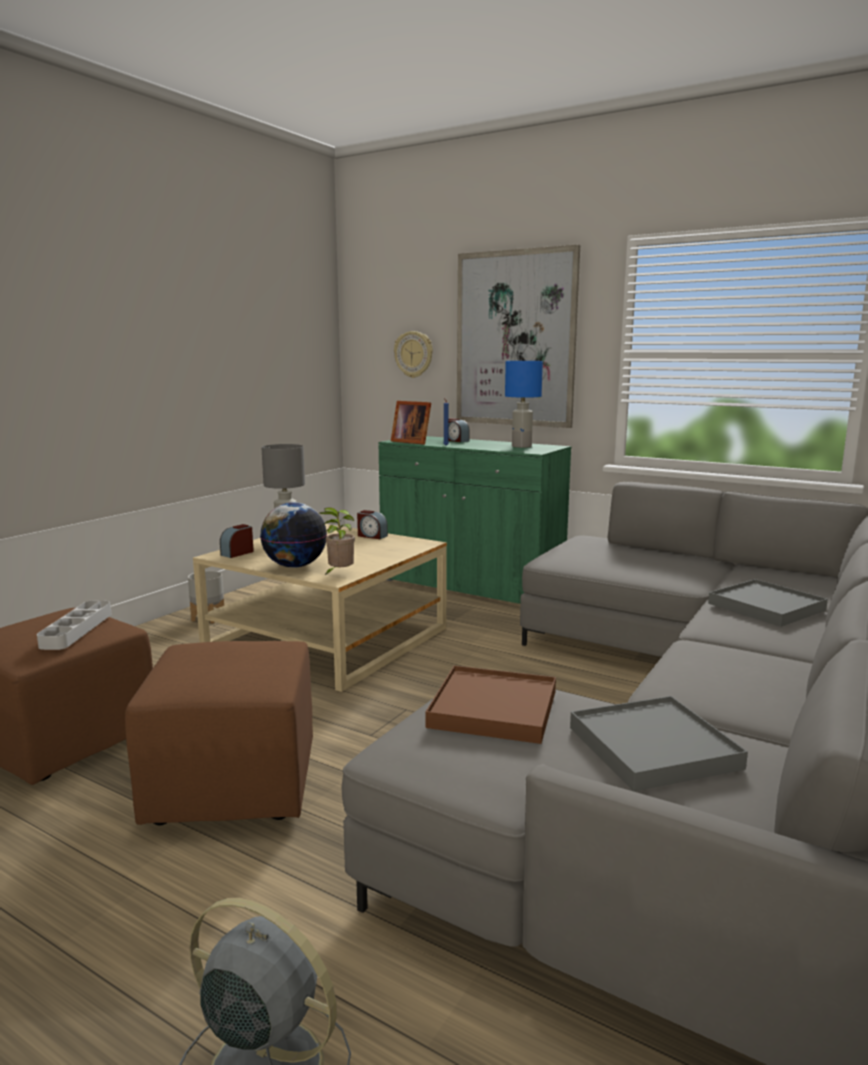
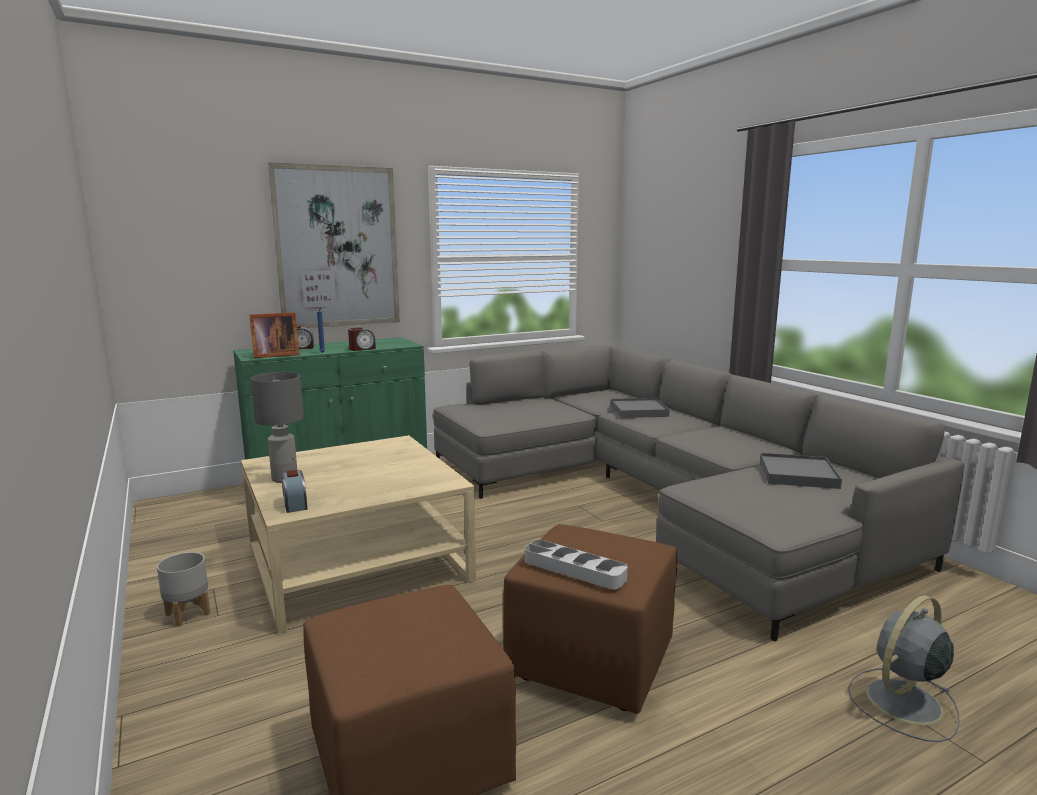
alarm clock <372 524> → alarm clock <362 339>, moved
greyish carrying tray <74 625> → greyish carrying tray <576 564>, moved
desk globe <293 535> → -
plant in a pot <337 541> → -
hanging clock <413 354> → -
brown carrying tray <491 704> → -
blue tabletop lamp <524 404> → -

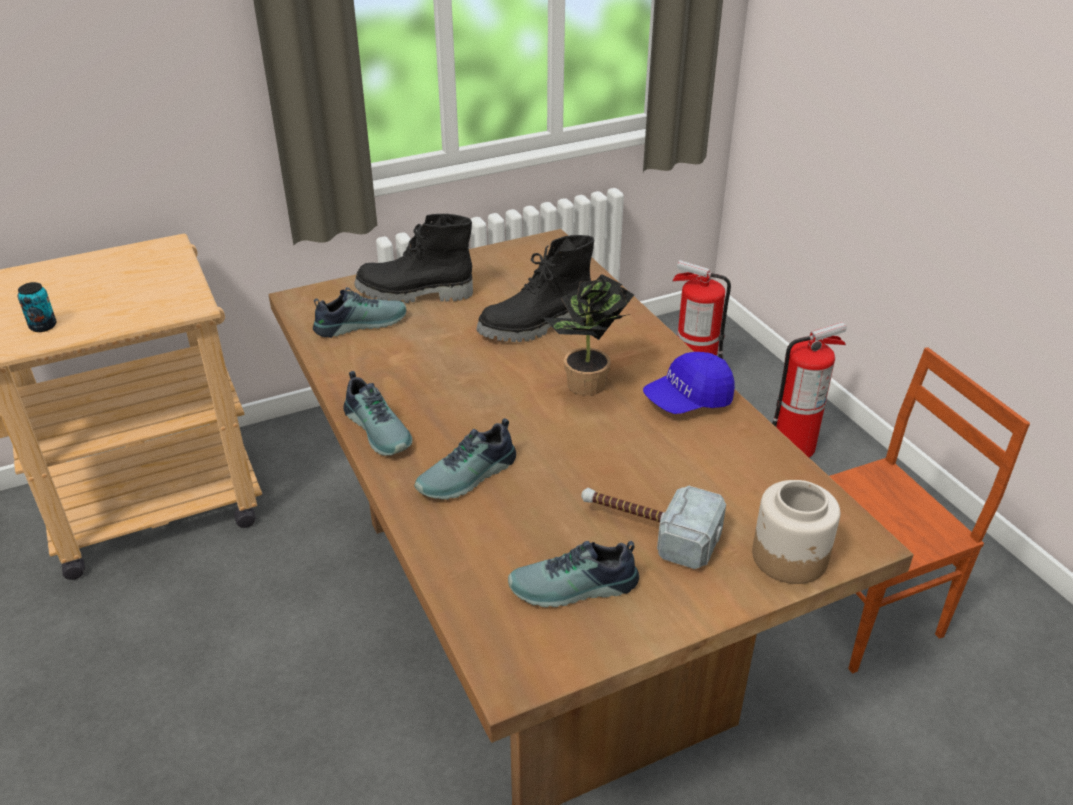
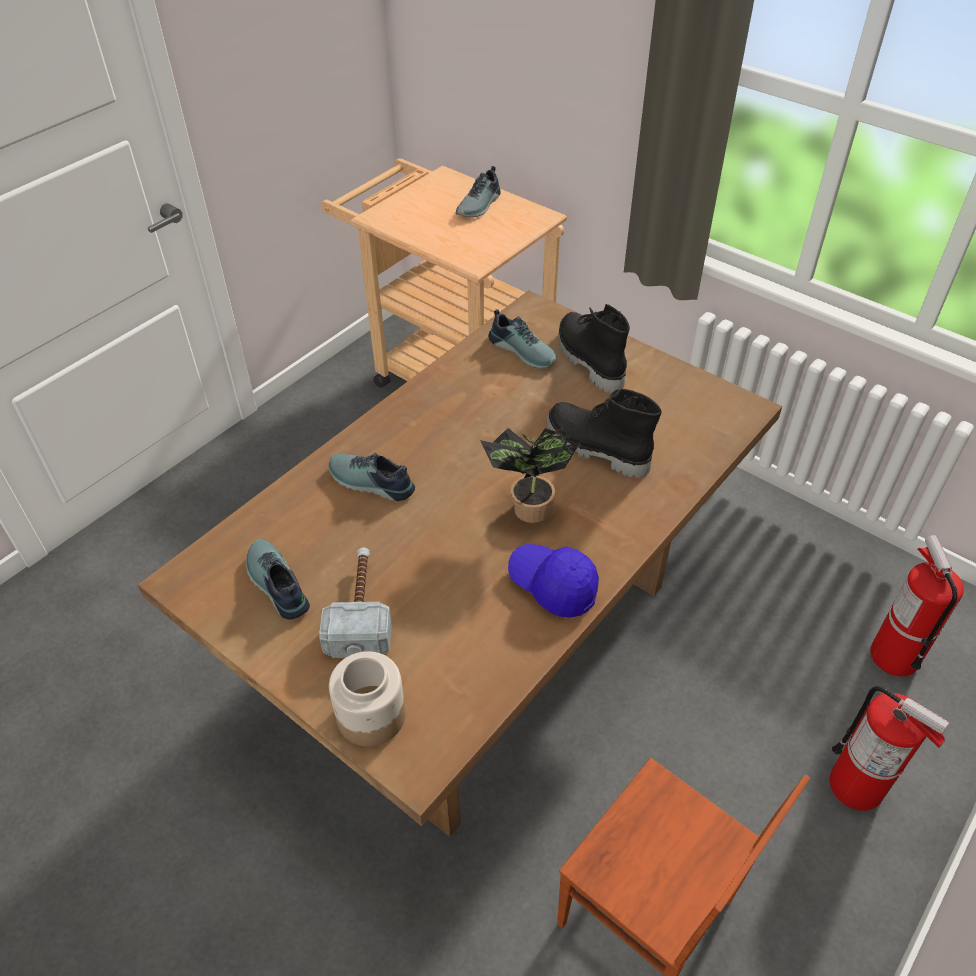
shoe <378 413> → shoe <478 191>, moved
sealed can <37 307> → -

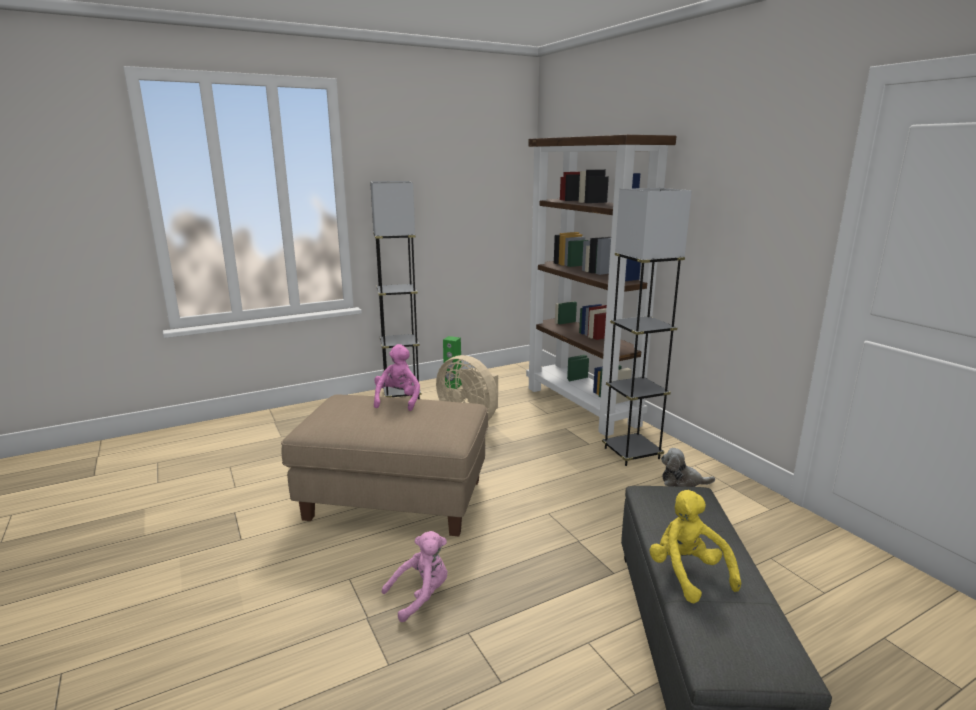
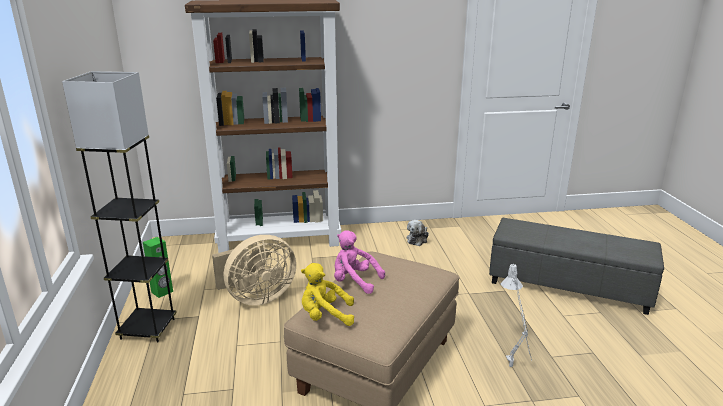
yellow plush toy <695 546> → yellow plush toy <327 294>, moved
pink plush toy <415 576> → greyish tabletop lamp <516 315>
greyish floor lamp <647 327> → -

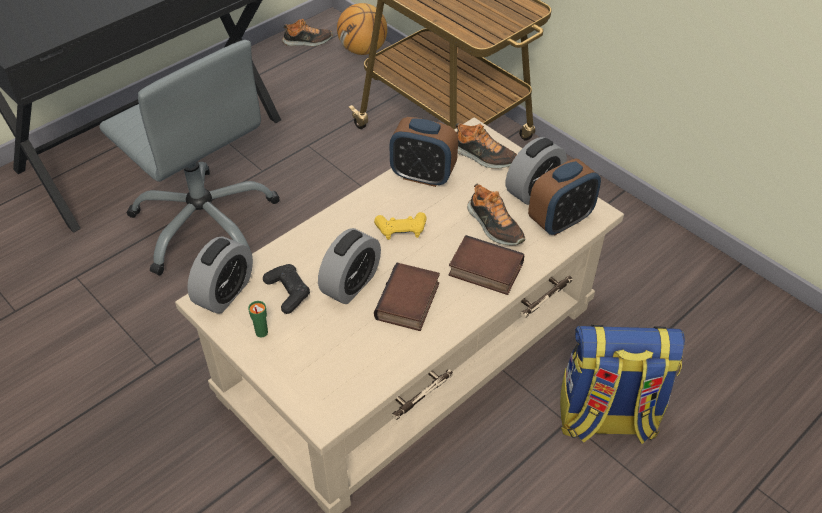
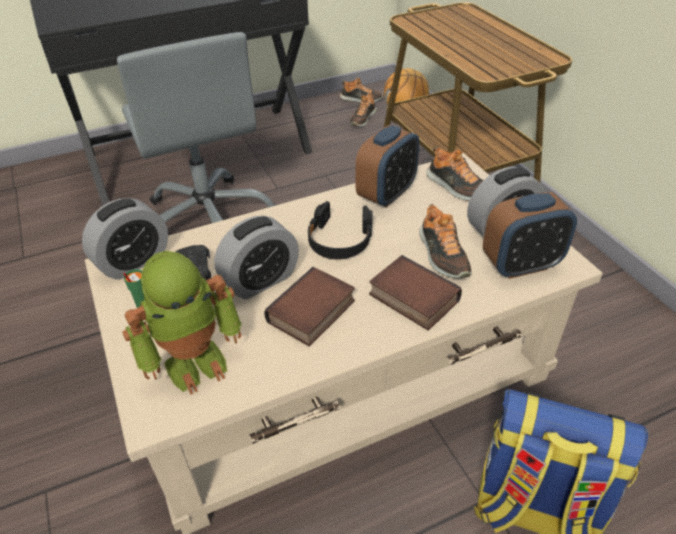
- → robot figure <182 322>
yellow game controller <400 226> → blackish headset <340 230>
- → shoe <363 110>
alarm clock <424 152> → alarm clock <387 166>, 90 degrees counterclockwise

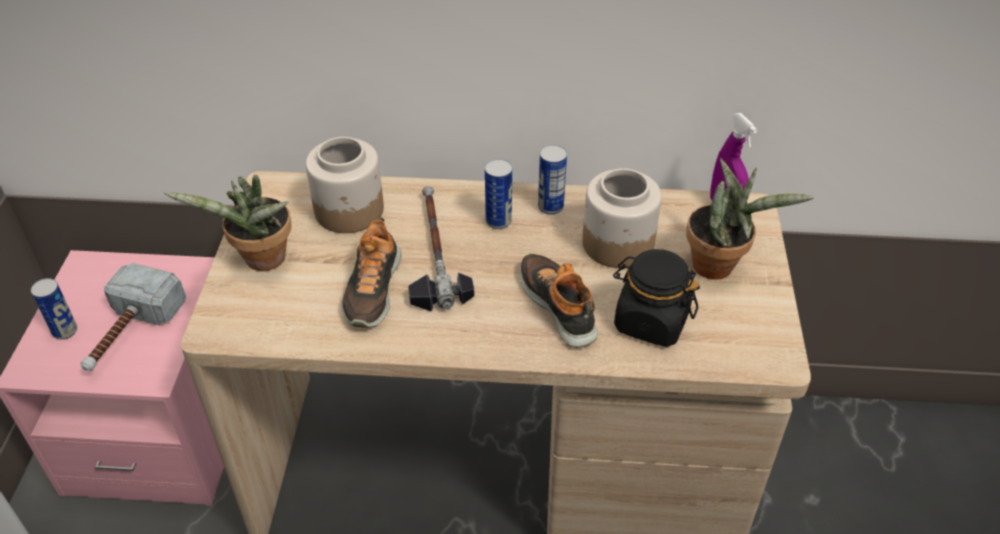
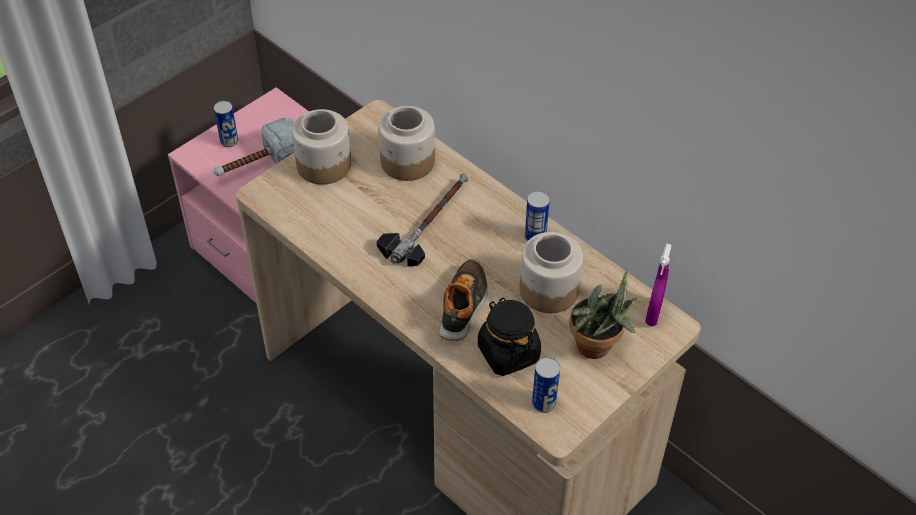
plant in a pot <227 223> → preserve jar <321 147>
sealed can <498 194> → sealed can <546 385>, moved
shoe <372 273> → -

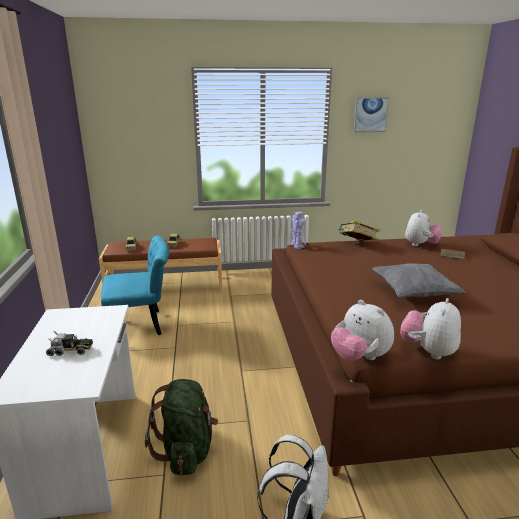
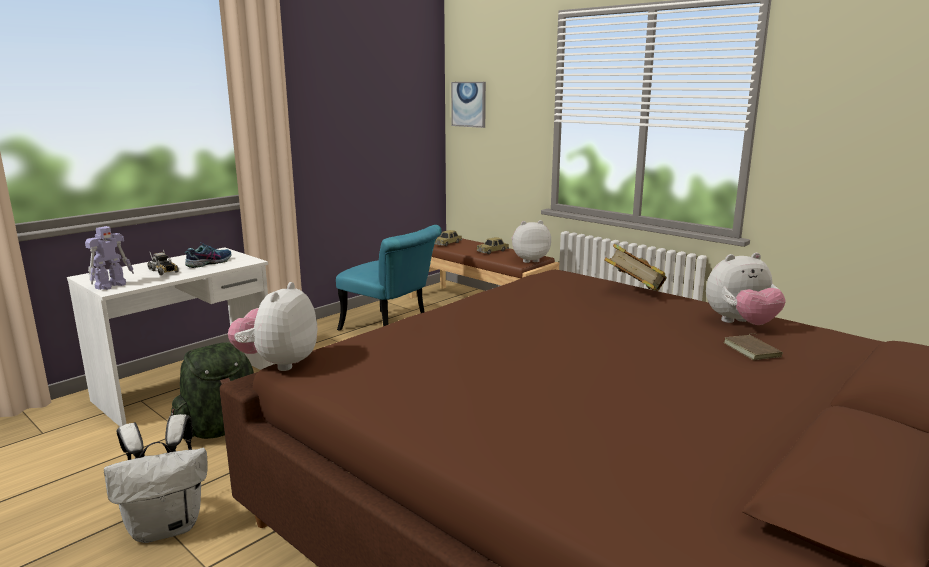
robot figure <298 230> → robot figure <109 258>, moved
- → shoe <208 254>
wall picture <371 114> → wall picture <468 105>, moved
plush toy <430 328> → plush toy <531 241>, moved
greyish pillow <419 280> → -

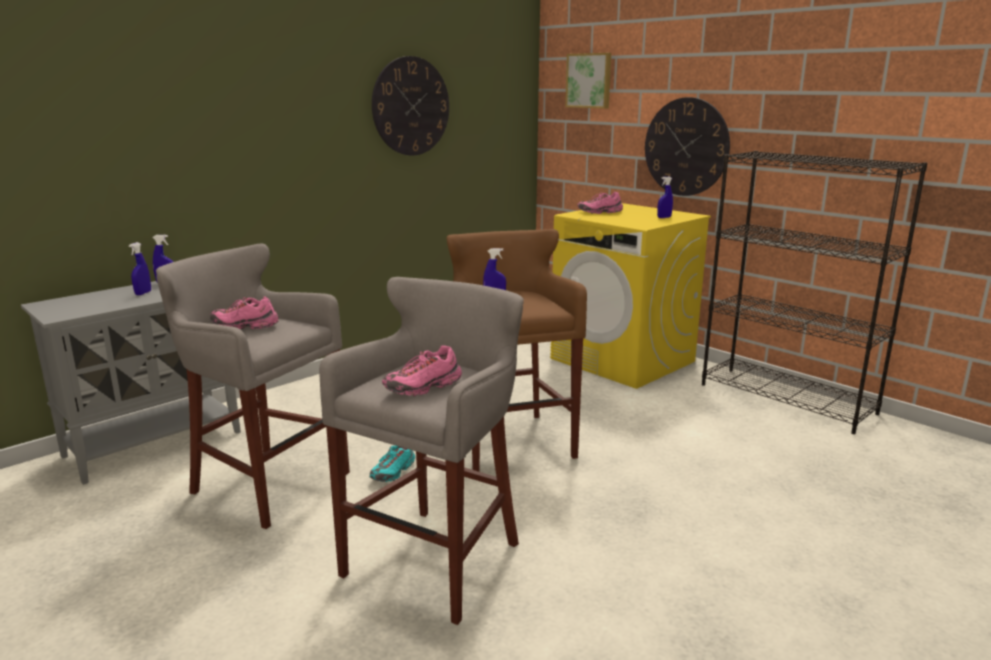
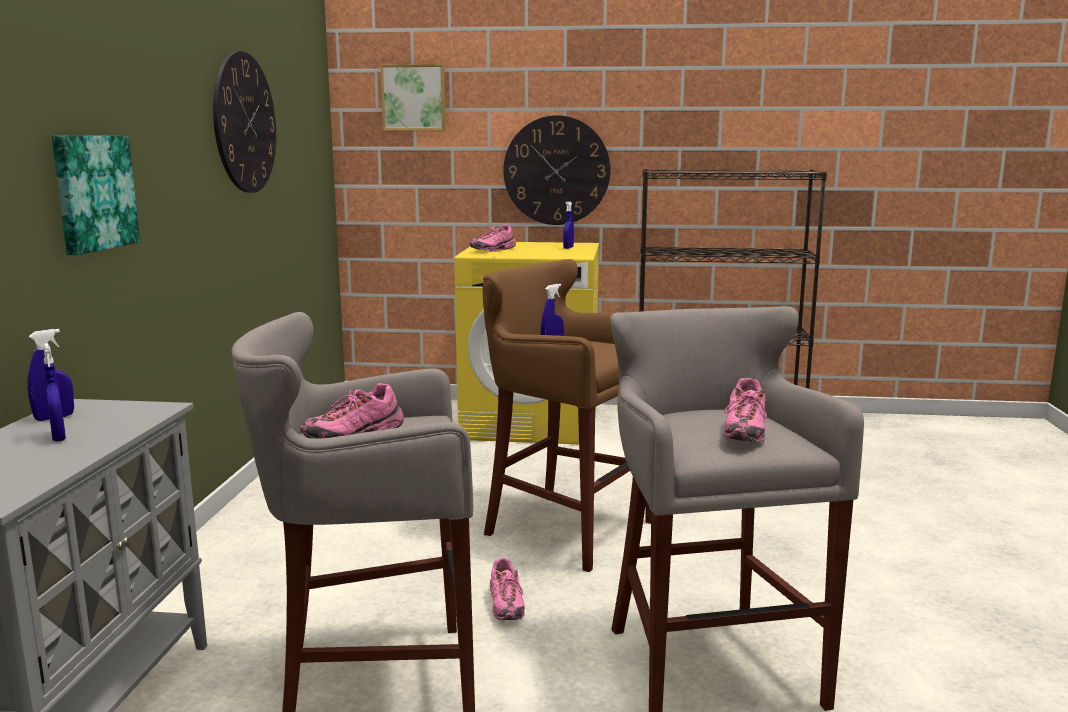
- → wall picture <96 195>
turquoise shoe <392 463> → pink shoe <507 589>

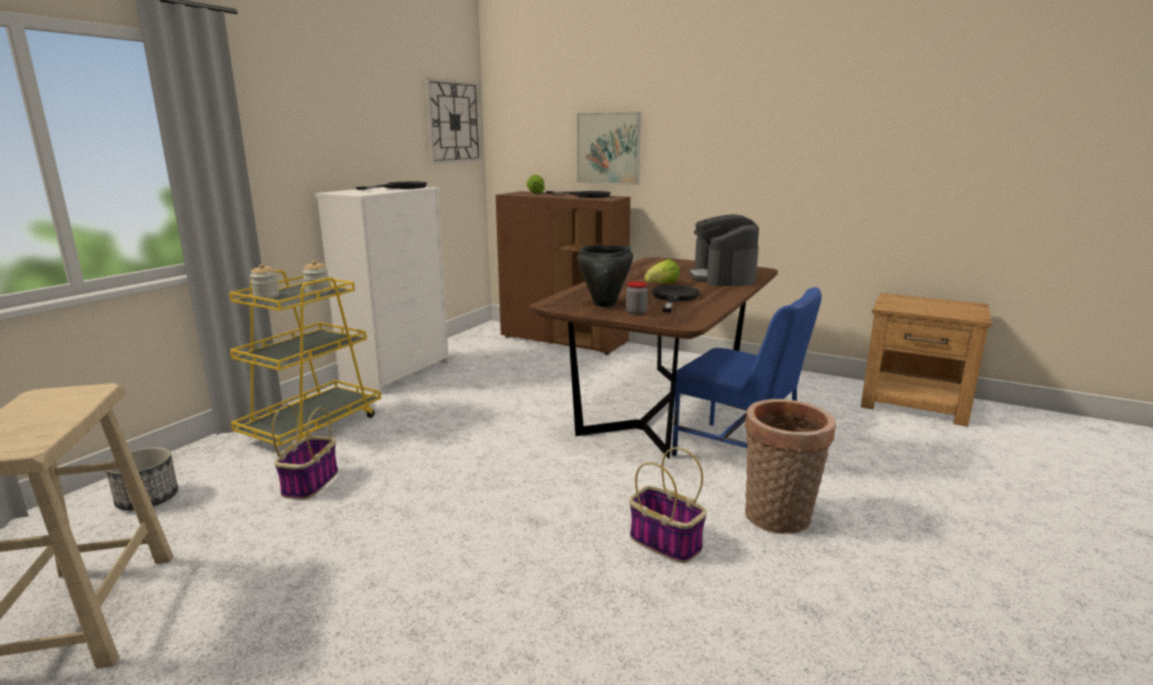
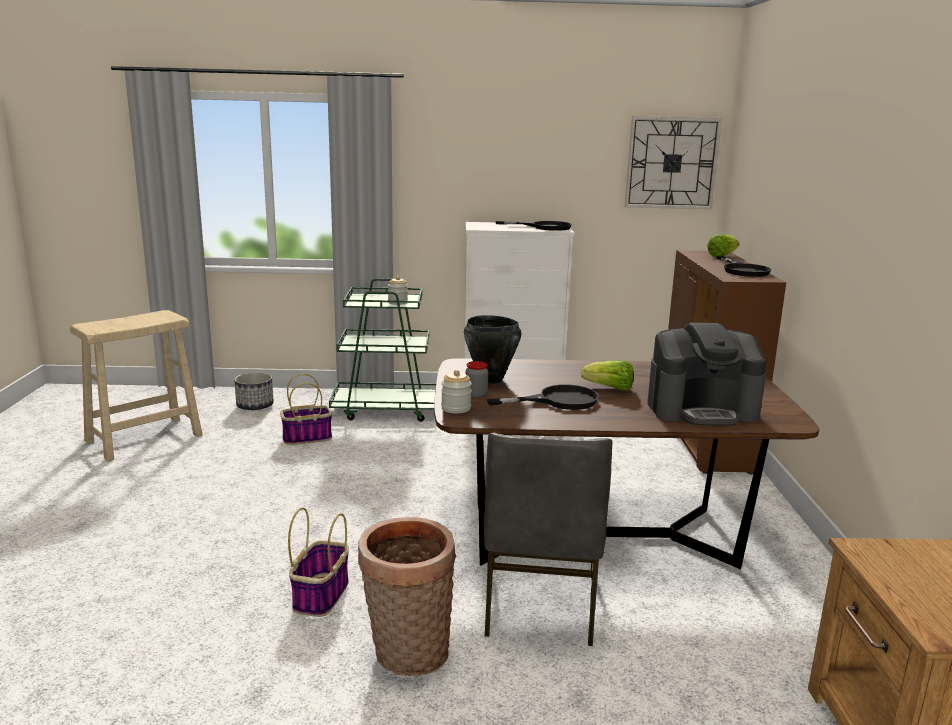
yellow wheeled cart <305 358> → green wheeled cart <382 350>
preserve jar <264 281> → preserve jar <456 391>, moved
blue plain chair <747 371> → greyish plain chair <548 539>
coffee machine <724 250> → coffee machine <706 374>, 150 degrees counterclockwise
wall picture <609 148> → -

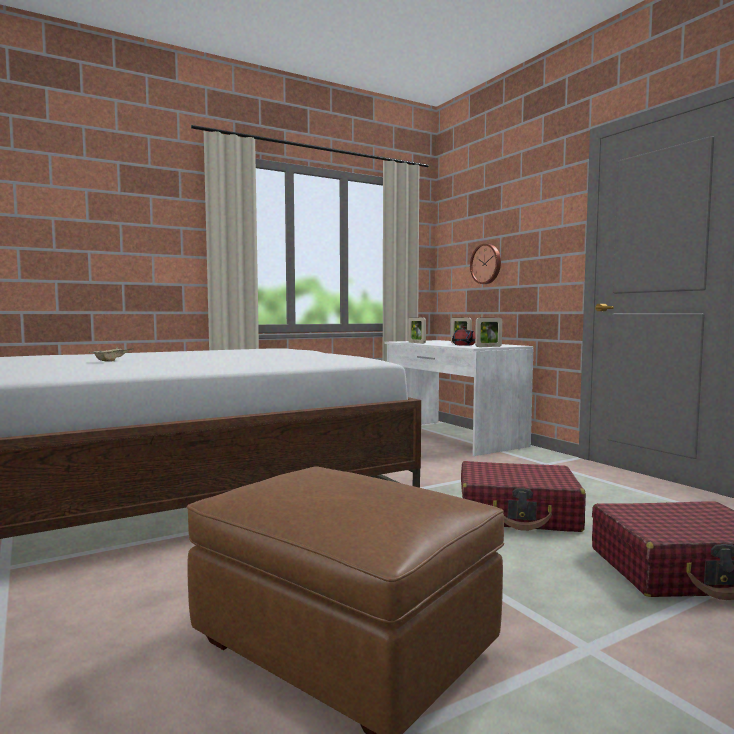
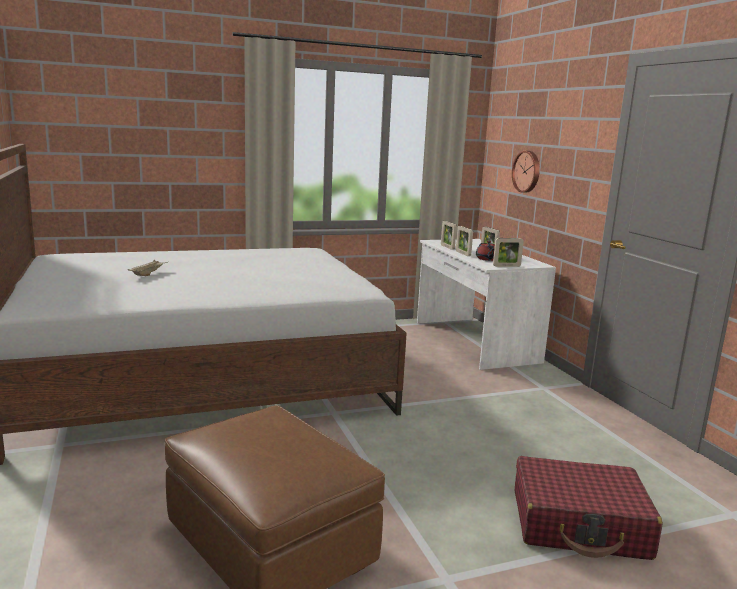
- → photo frame <464 241>
red-coloured travel case <523 496> → -

